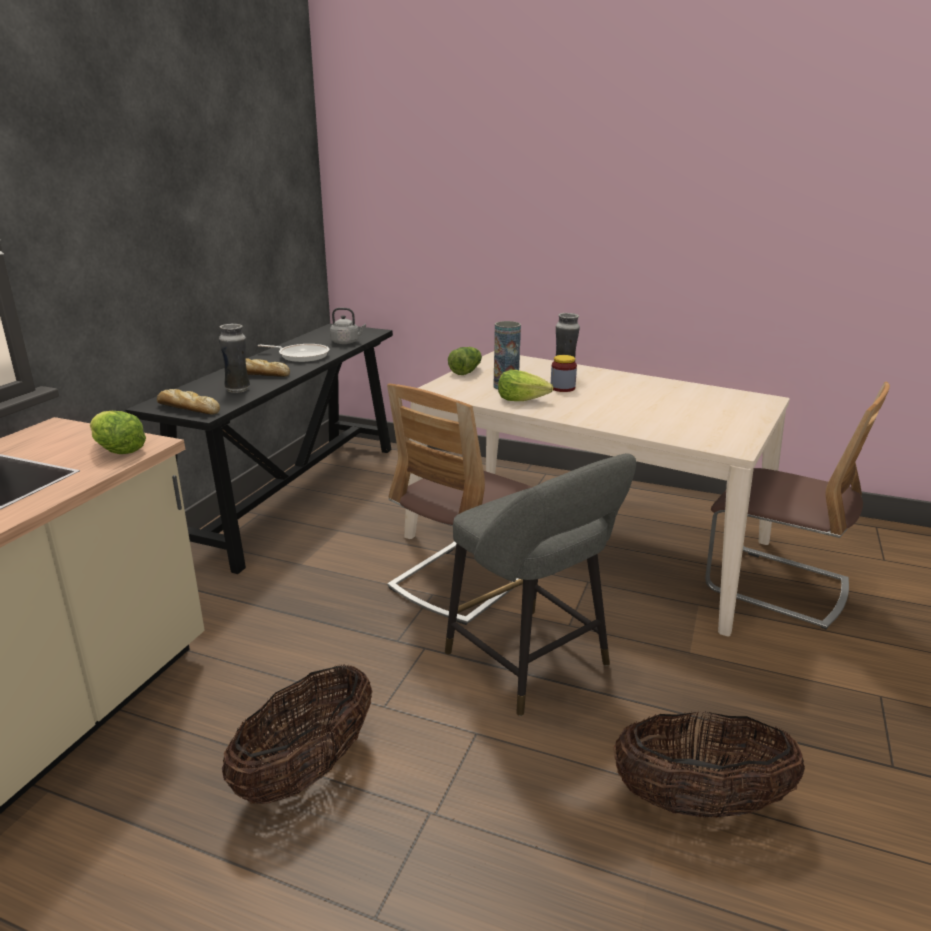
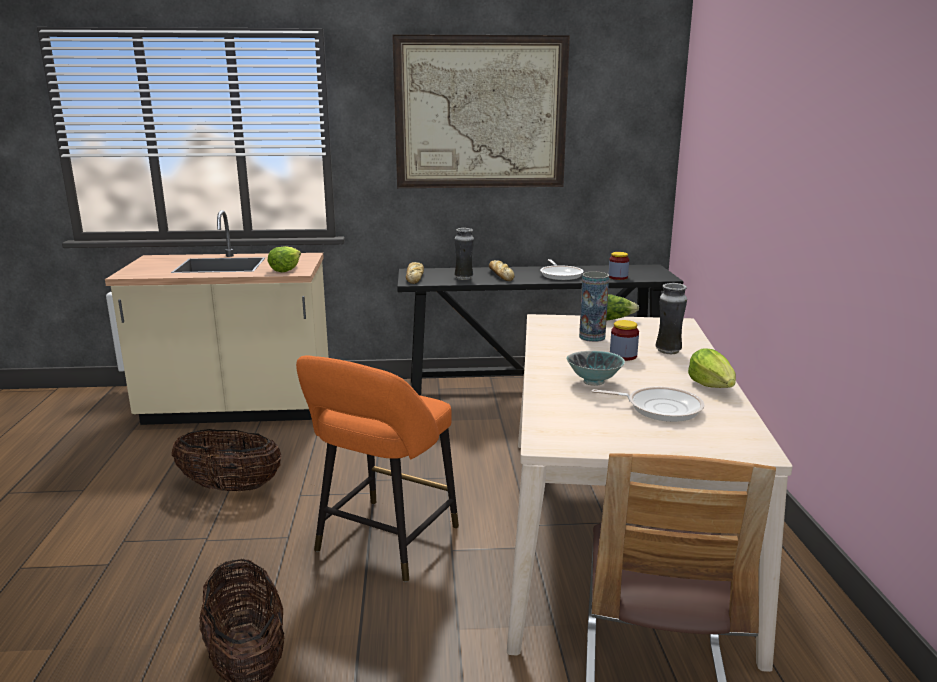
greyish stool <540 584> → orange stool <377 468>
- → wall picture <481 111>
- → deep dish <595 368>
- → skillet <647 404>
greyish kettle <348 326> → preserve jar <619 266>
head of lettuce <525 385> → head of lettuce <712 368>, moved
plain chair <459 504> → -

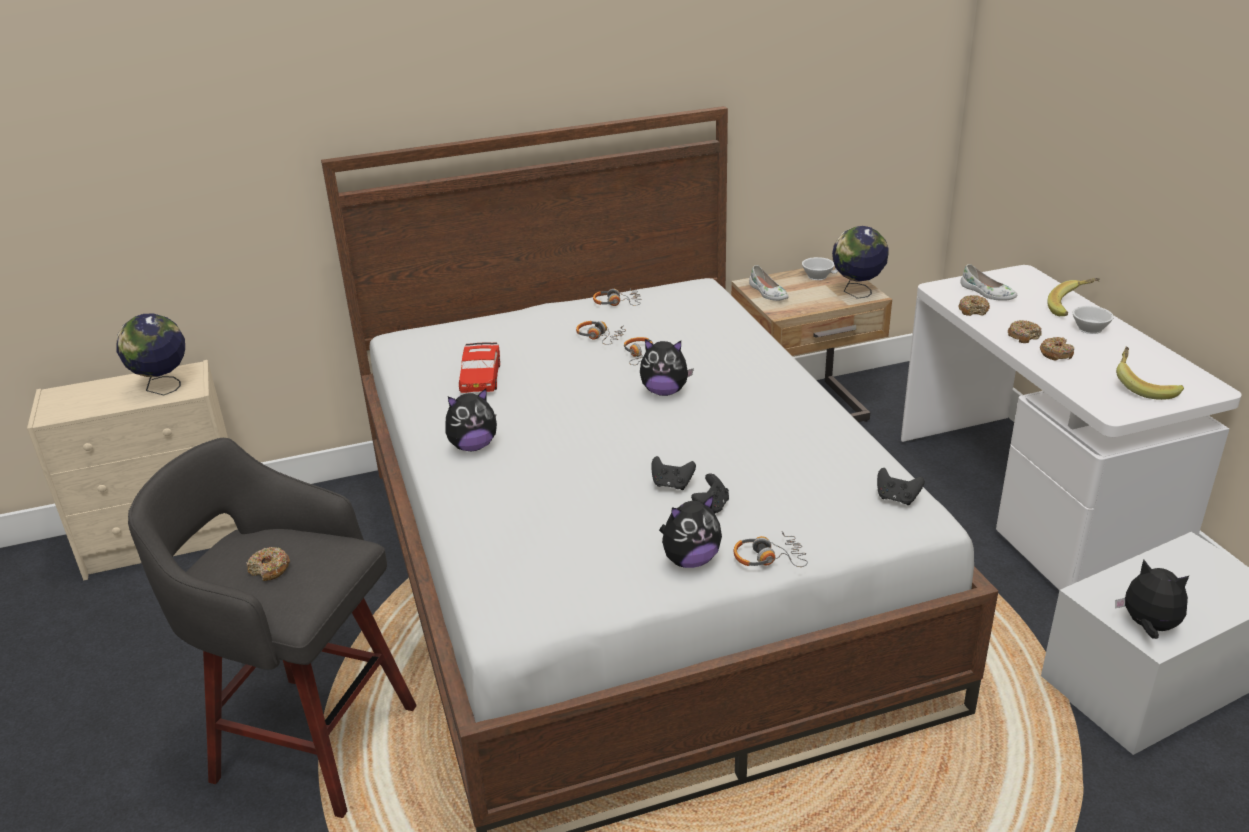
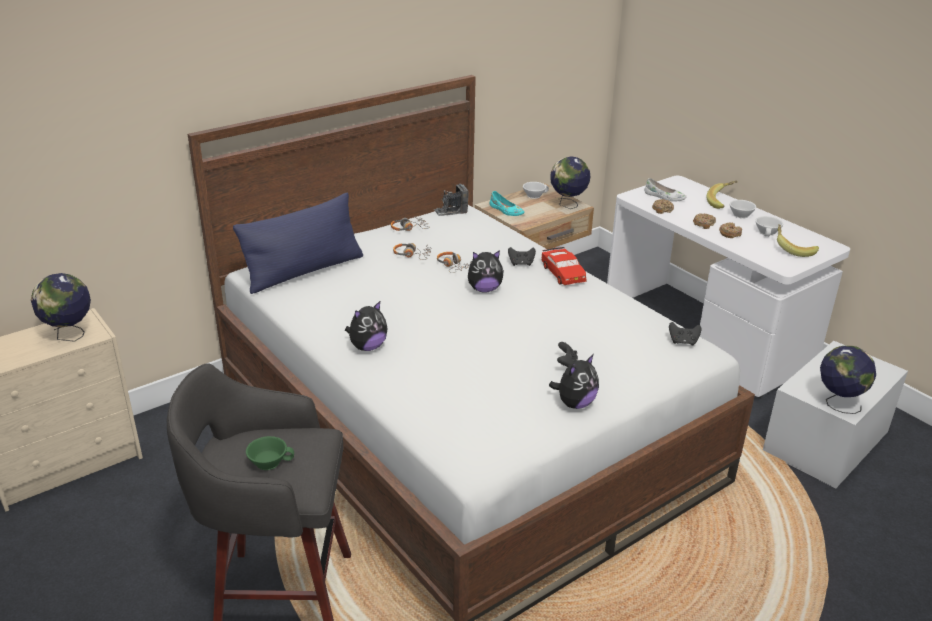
- → blue pillow <298 243>
ring doughnut <268 564> → green small cup <270 453>
- → still camera <451 200>
white shoe <769 283> → turquoise shoe <507 203>
blackish game controller <673 473> → blackish game controller <522 256>, moved
red-coloured toy car <479 367> → red-coloured toy car <564 266>, moved
- → white small cup <769 226>
plush toy <1152 599> → desk globe <848 380>
headset <771 549> → -

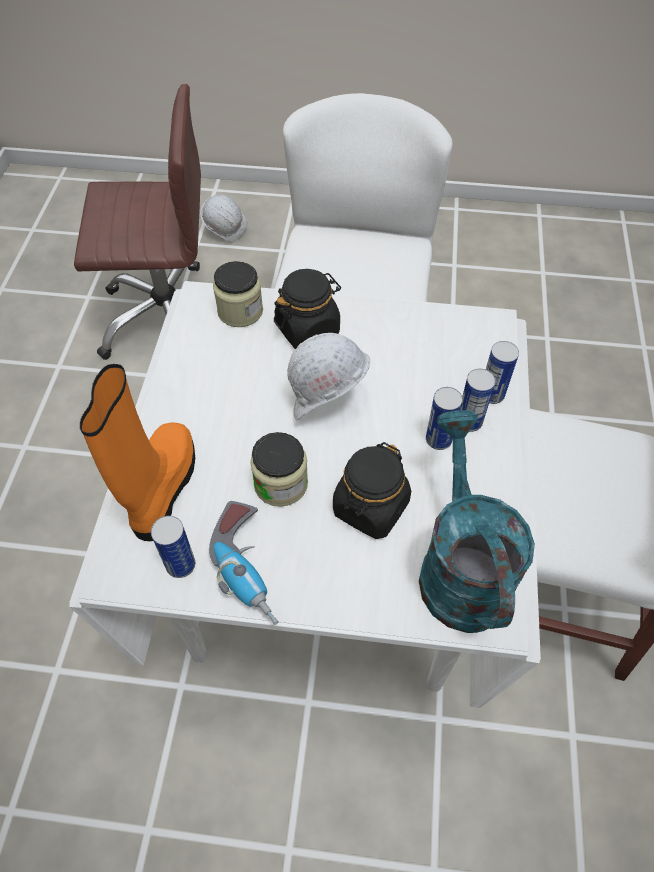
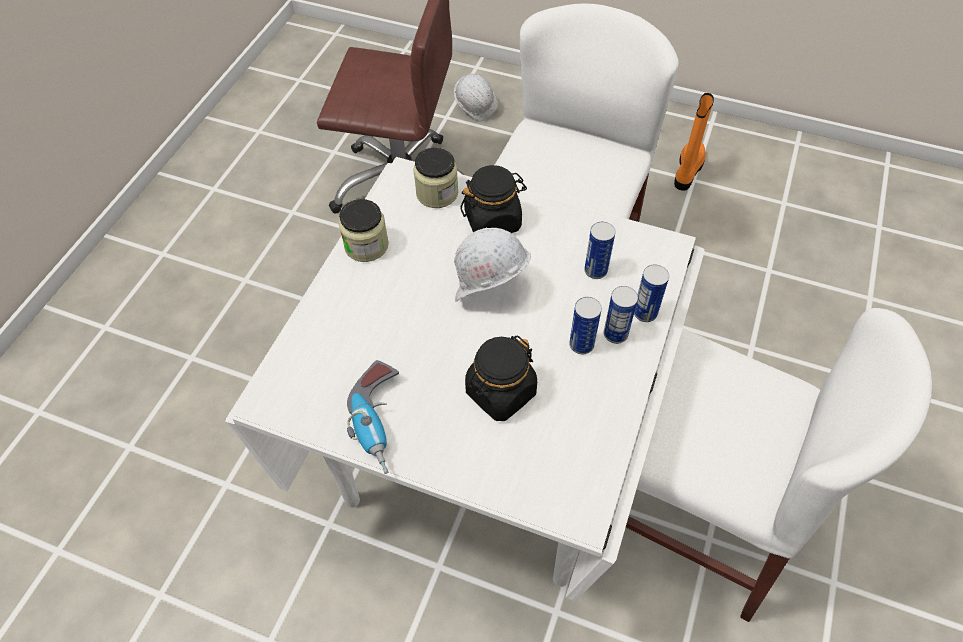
preserve jar <279 469> → preserve jar <364 230>, moved
sealed can <173 547> → sealed can <599 250>, moved
orange high-top boot <137 452> → orange high-top boot <694 142>, moved
turquoise watering pot <477 521> → -

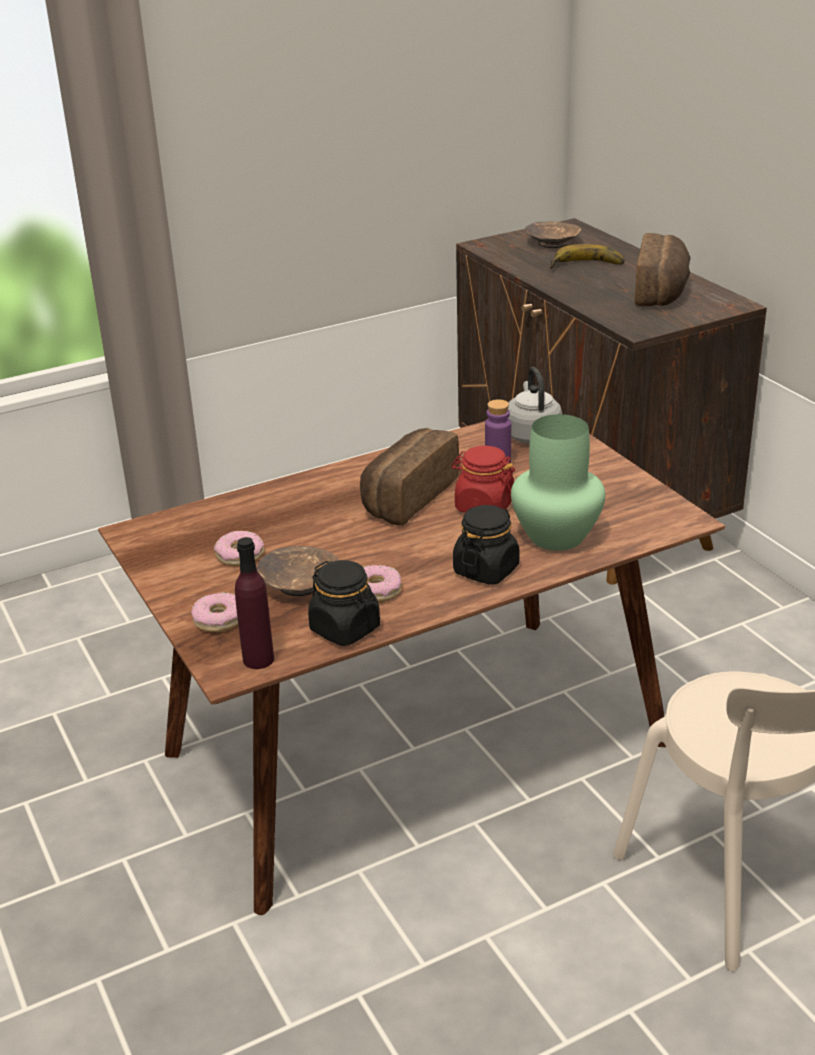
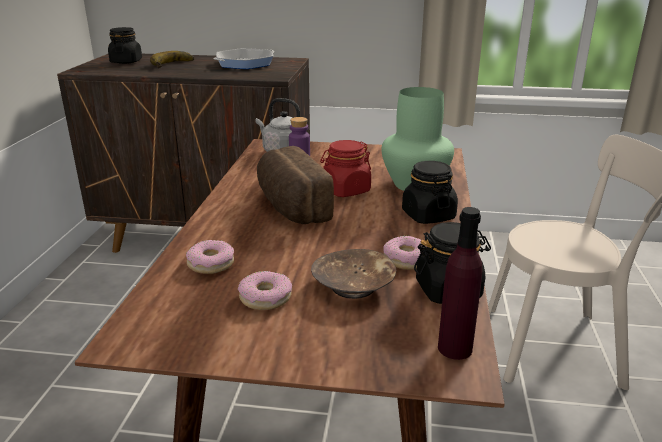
brown deep dish <553 234> → blackish preserve jar <125 45>
ring doughnut <214 612> → ring doughnut <210 257>, moved
bread <663 269> → skillet <243 58>

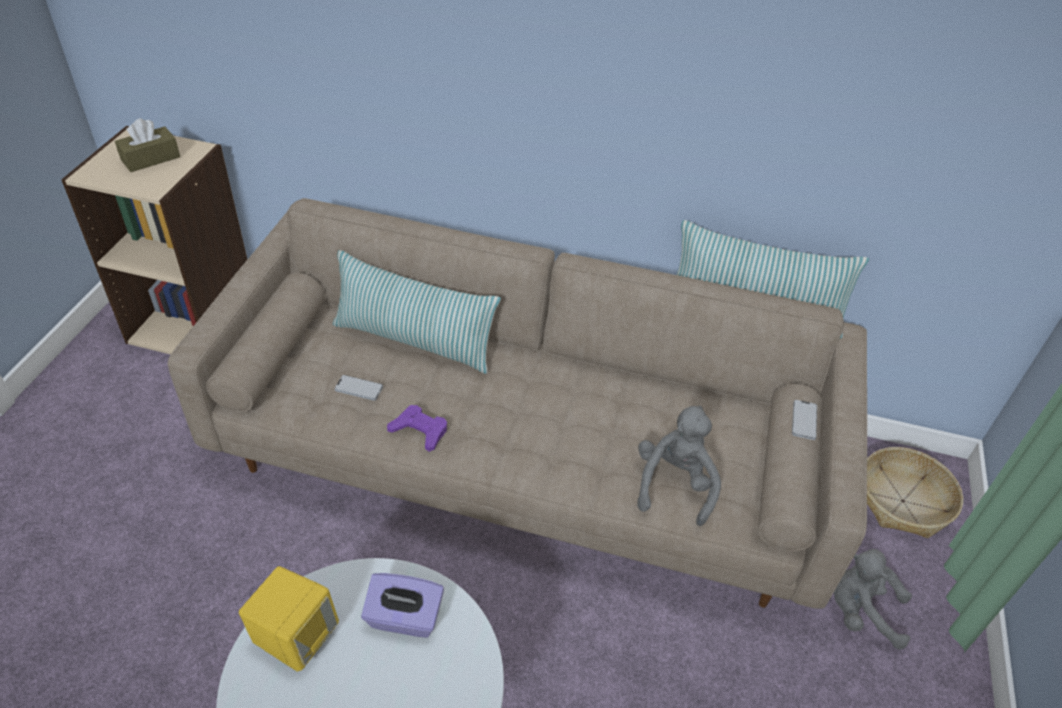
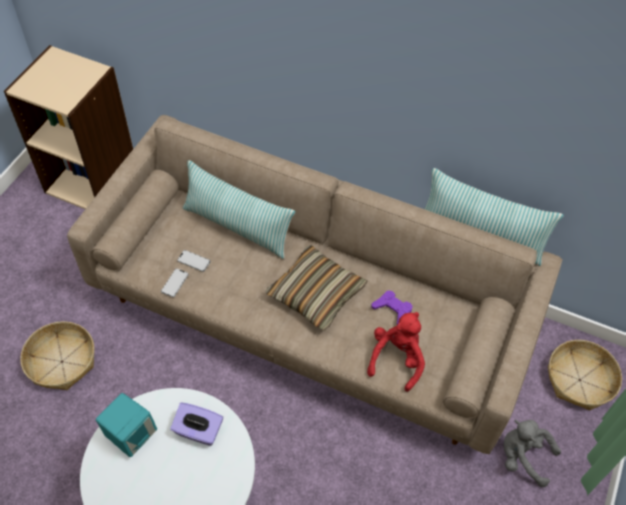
- → basket <57 355>
yellow speaker <289 618> → turquoise speaker <126 425>
handset <804 420> → handset <175 282>, moved
- → pillow <316 287>
greyish plush toy <679 466> → red-coloured plush toy <396 352>
purple game controller <417 428> → purple game controller <391 308>, moved
brown tissue box <147 145> → -

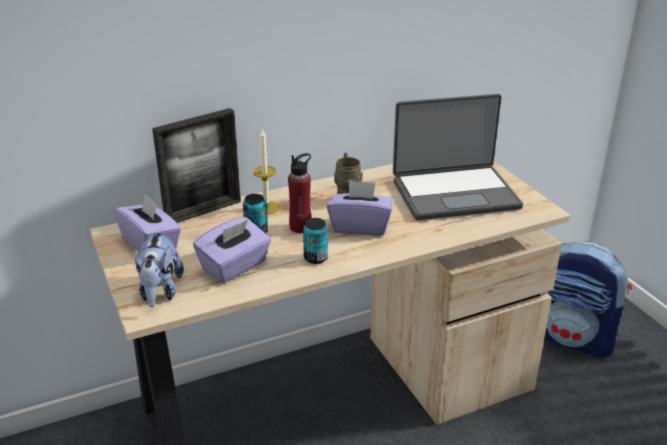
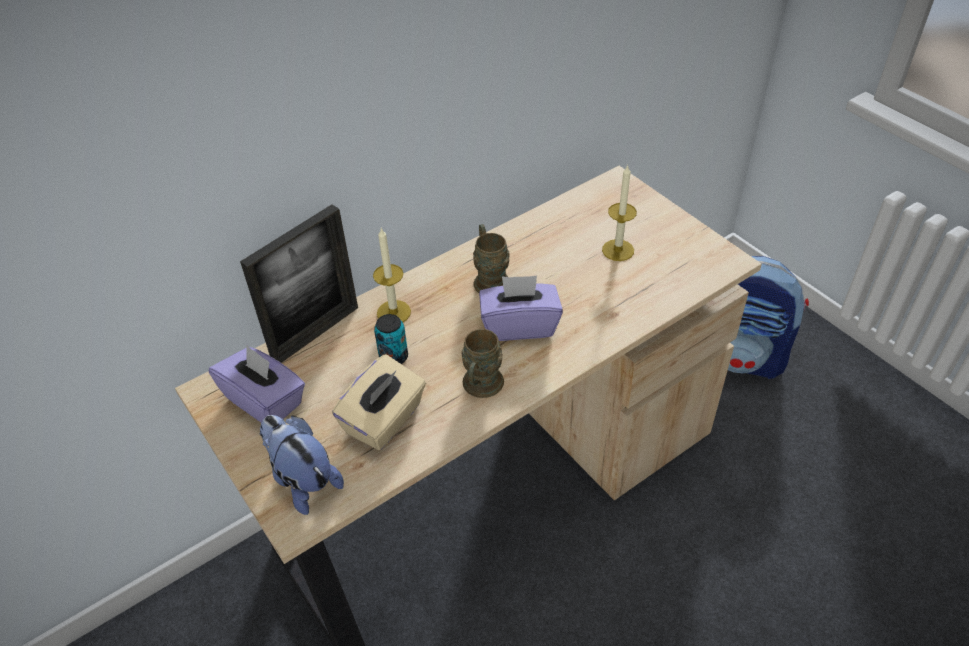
plush toy <159 268> → plush toy <302 465>, 150 degrees clockwise
purple tissue box <232 250> → beige tissue box <379 402>
sealed can <315 241> → brown tea mug <482 363>
notebook computer <458 157> → candle <619 213>
red-coloured bottle <299 193> → -

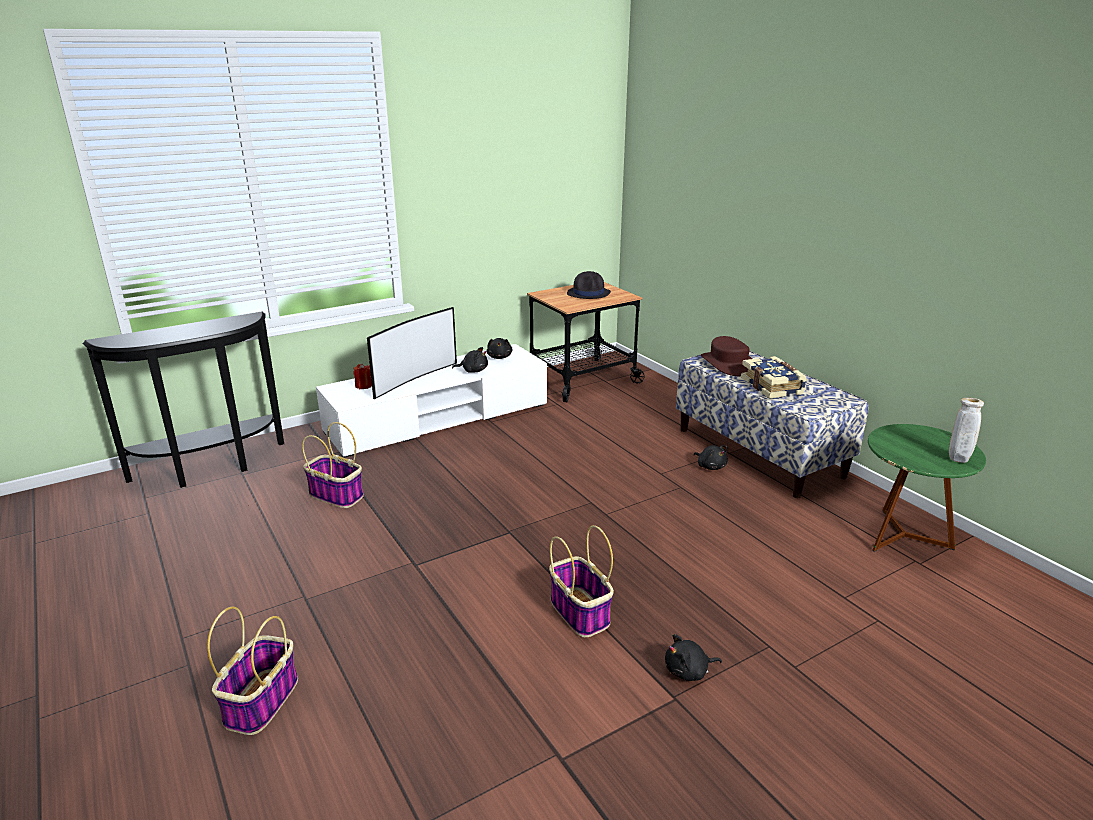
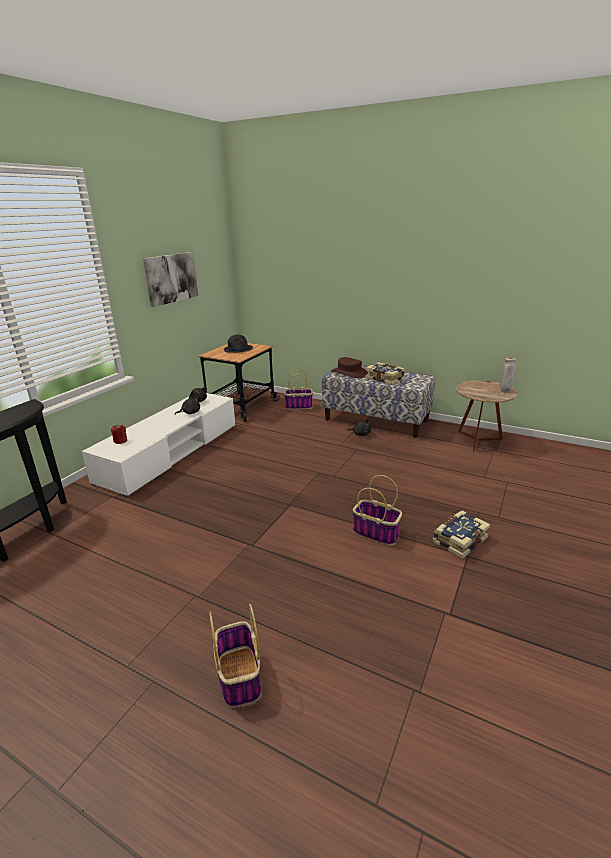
- → wall picture <170 279>
basket <333 465> → basket <298 389>, moved
blackish plush toy <693 657> → bound book <461 535>
green end table <927 488> → brown end table <486 416>
TV <412 353> → -

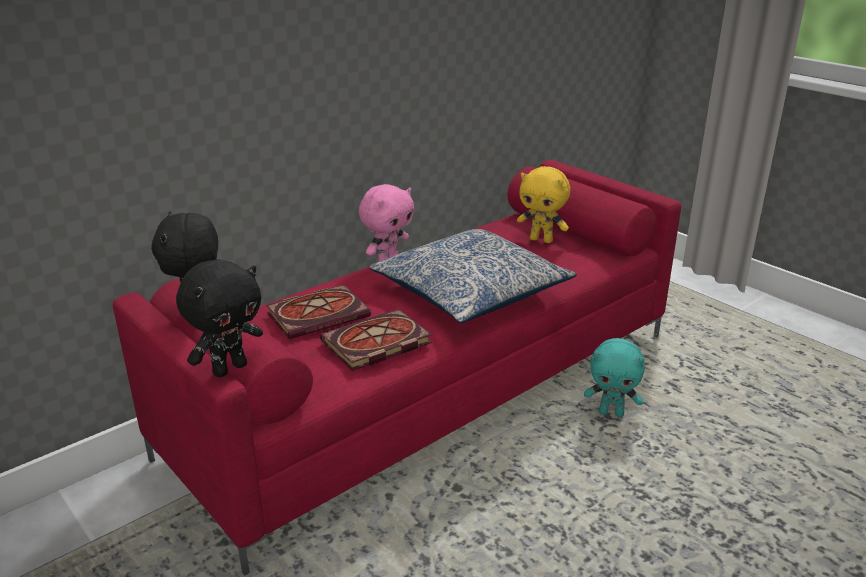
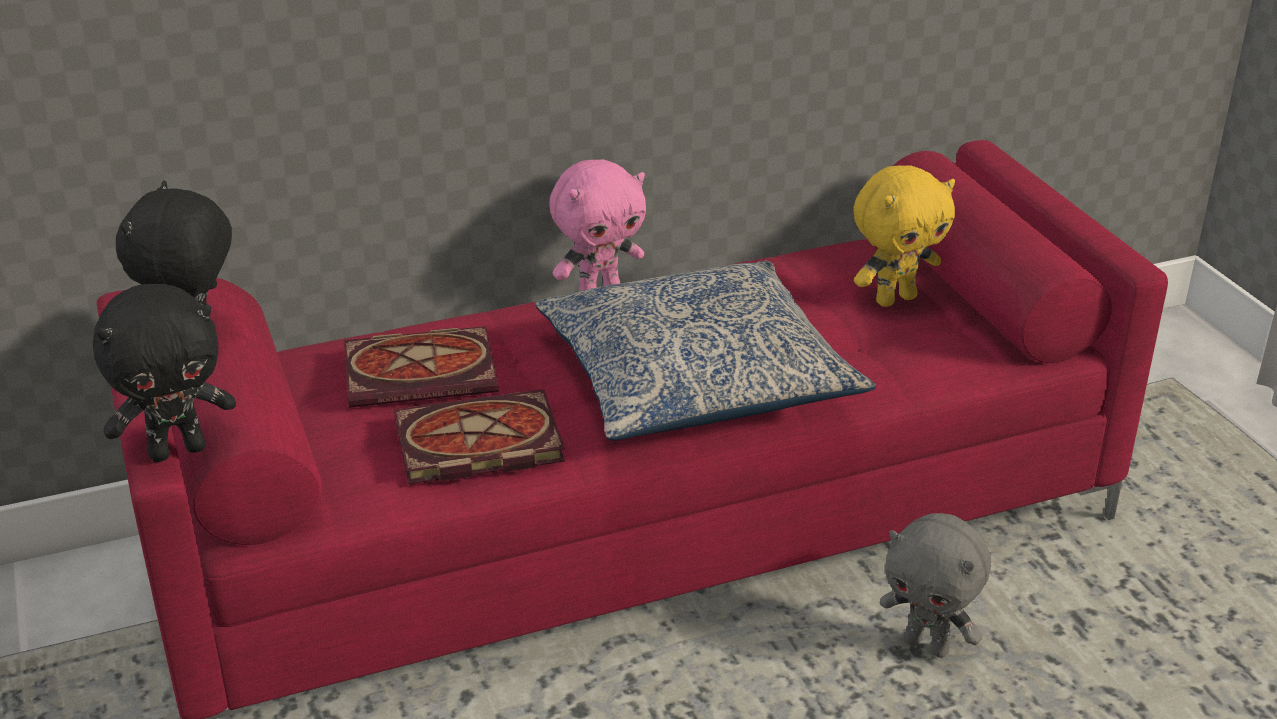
yellow plush toy <543 204> → yellow plush toy <904 236>, 75 degrees counterclockwise
turquoise plush toy <614 377> → greyish plush toy <935 585>

